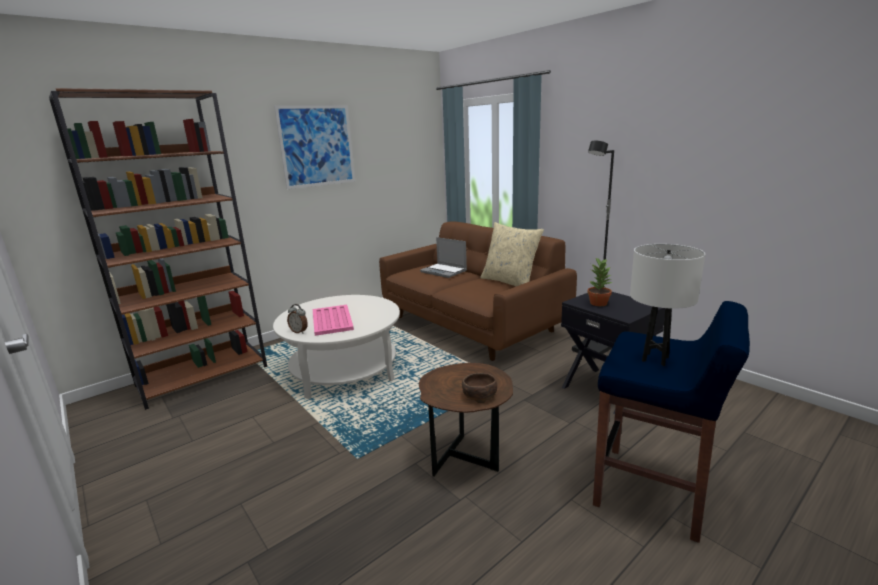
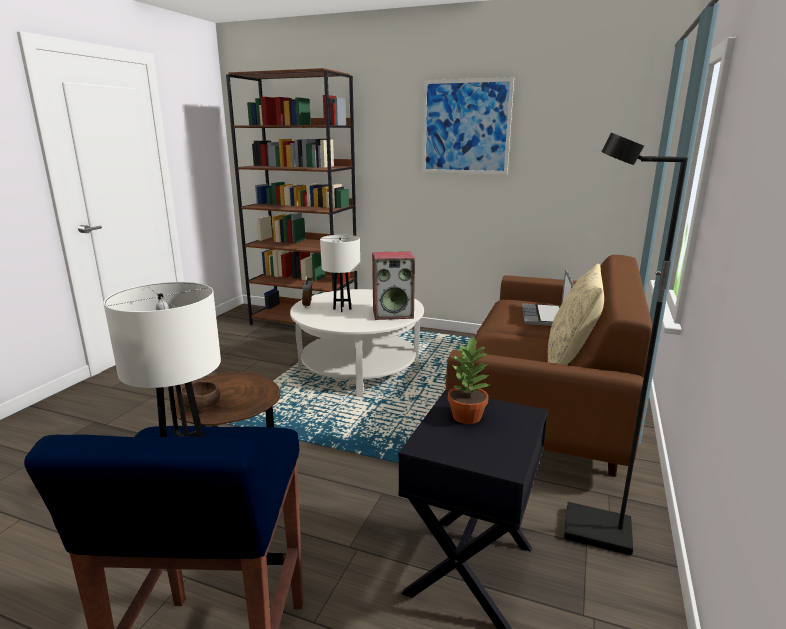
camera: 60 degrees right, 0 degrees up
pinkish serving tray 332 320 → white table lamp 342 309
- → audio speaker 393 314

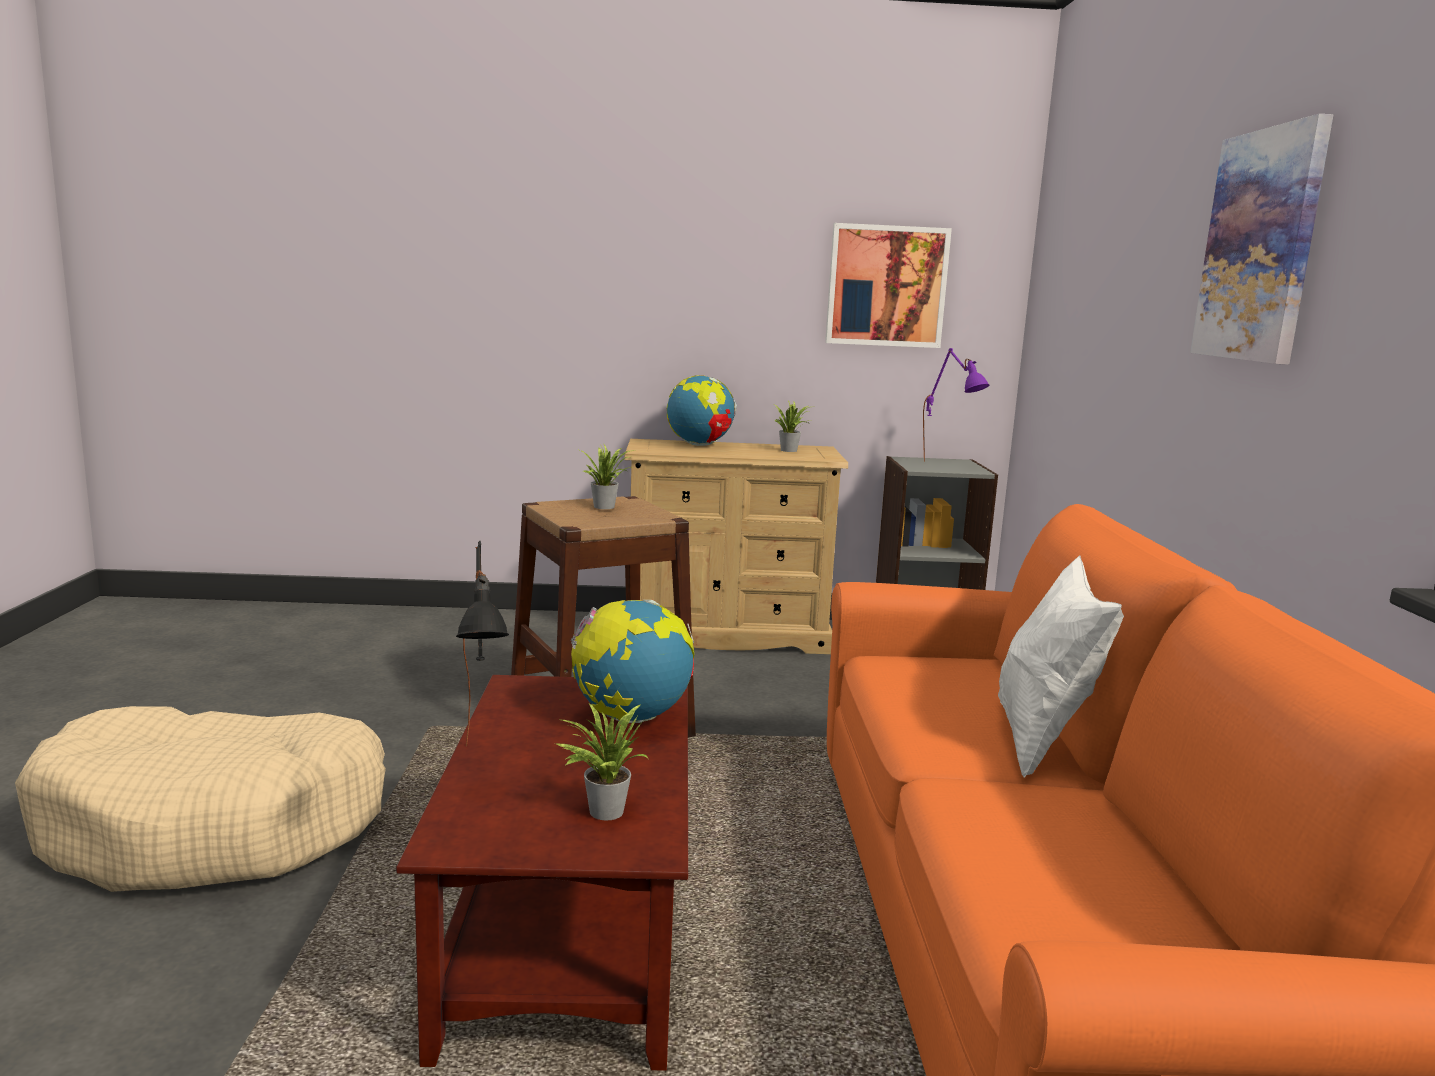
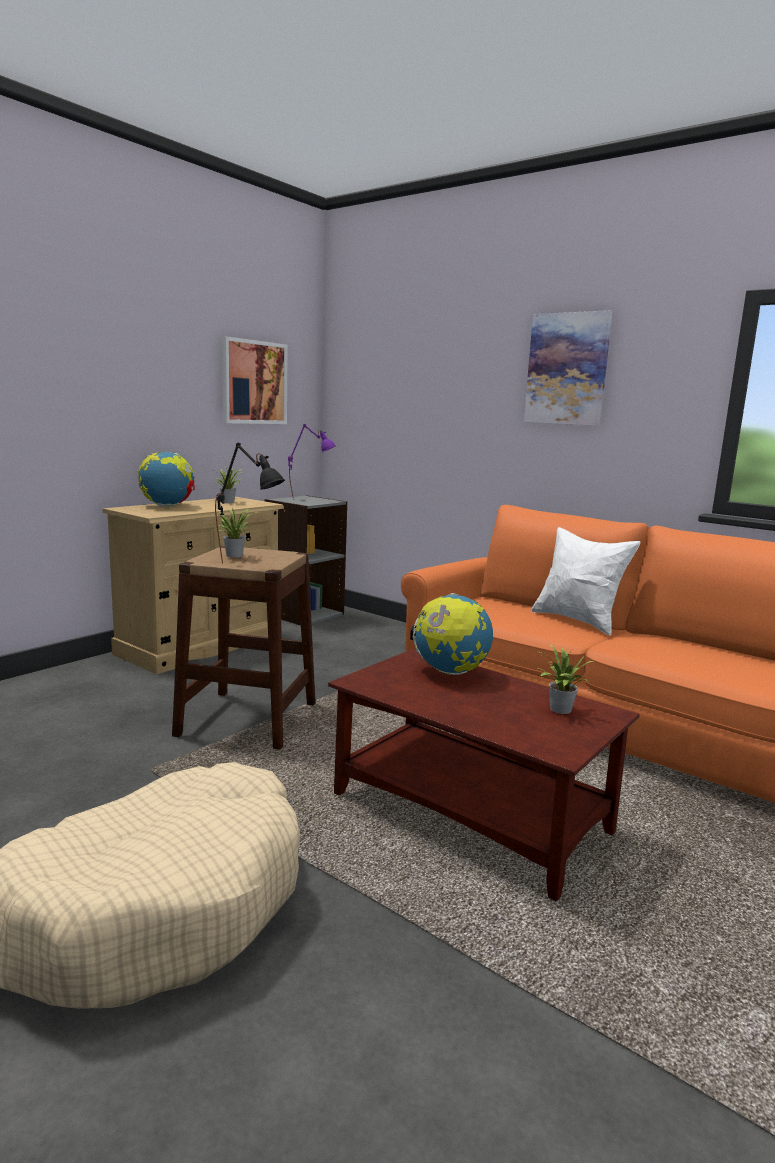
camera: 50 degrees left, 0 degrees up
black table lamp 484 766 → black table lamp 249 565, shifted

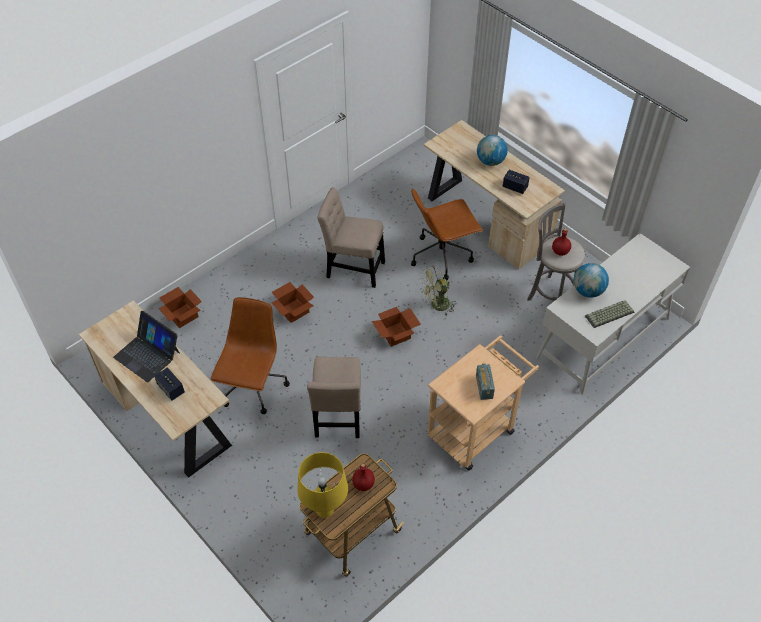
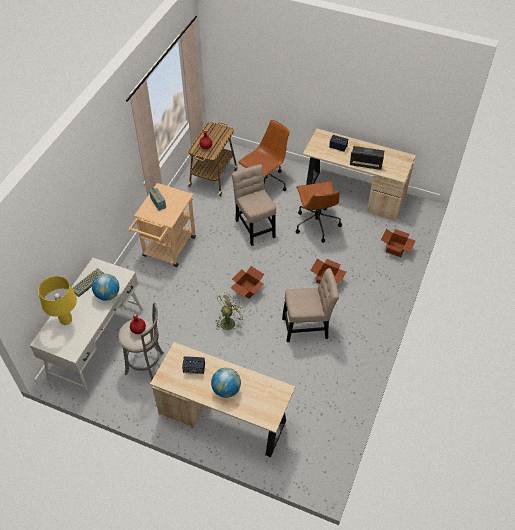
camera: 155 degrees right, 0 degrees up
yellow table lamp 324 511 → yellow table lamp 66 320, shifted
brown office chair 442 255 → brown office chair 265 184, shifted

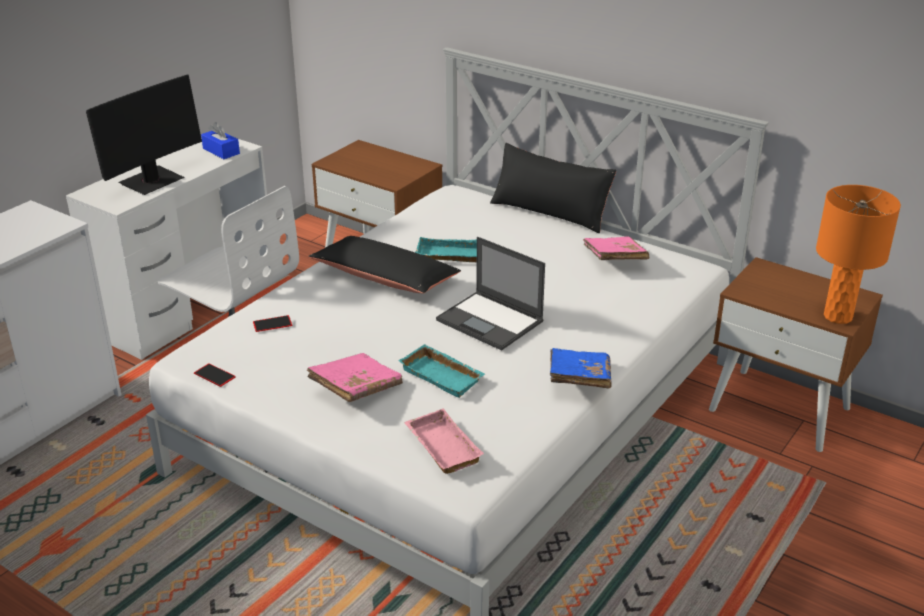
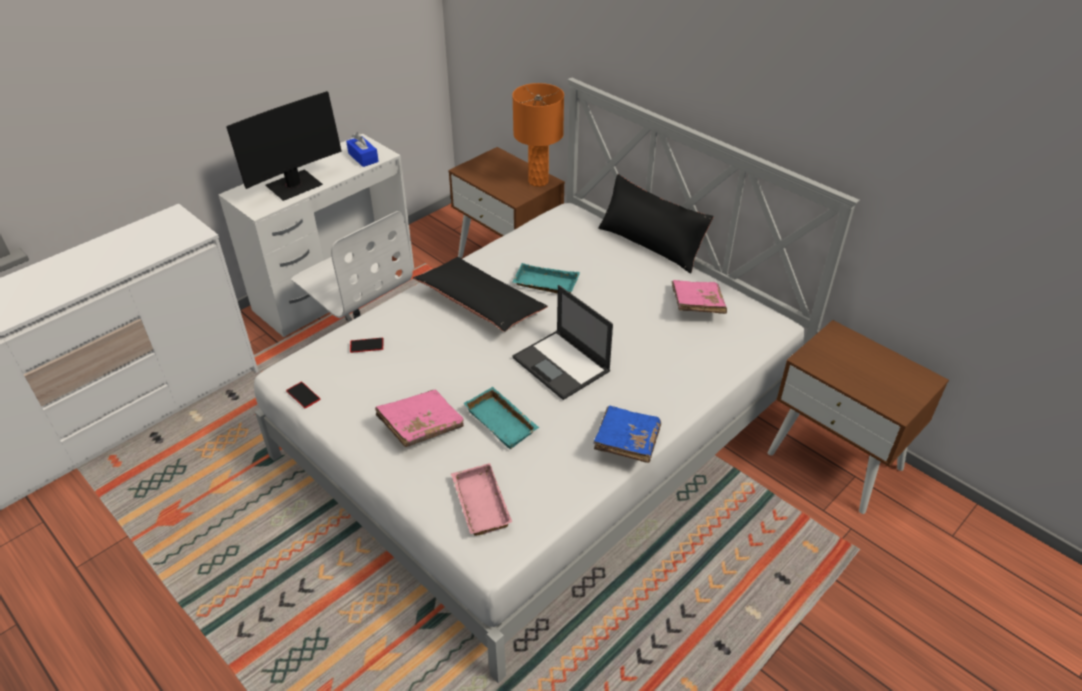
camera: 10 degrees right, 10 degrees up
orangey table lamp 837 316 → orangey table lamp 538 181, shifted

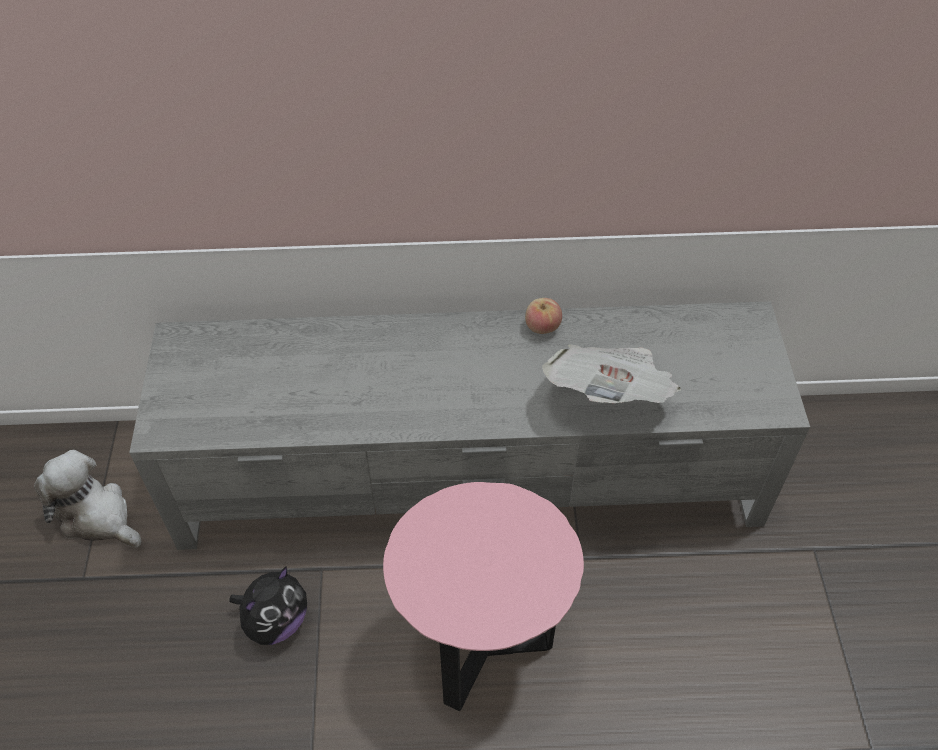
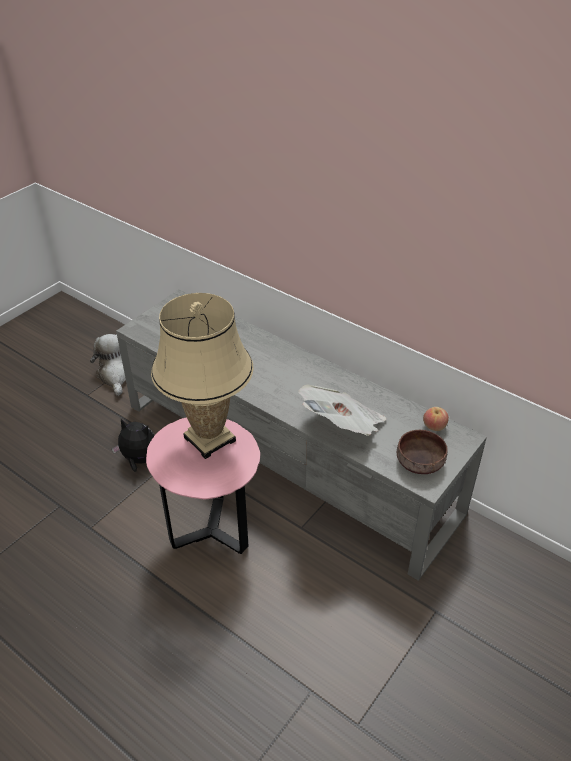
camera: 40 degrees right, 10 degrees down
cuddly toy 276 621 → cuddly toy 139 460, 150 degrees counterclockwise
apple 542 327 → apple 434 426, shifted
- → beige table lamp 210 439
- → brown bowl 420 461

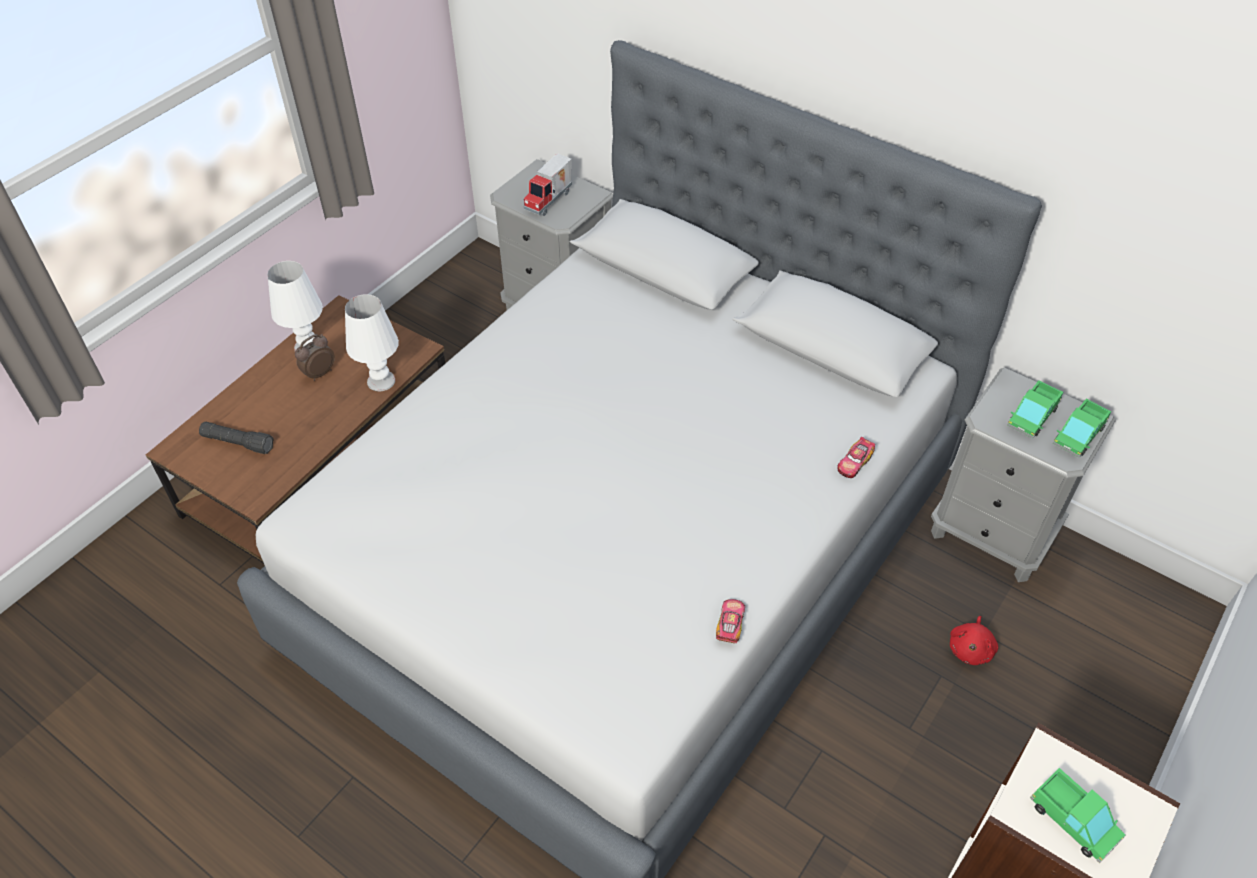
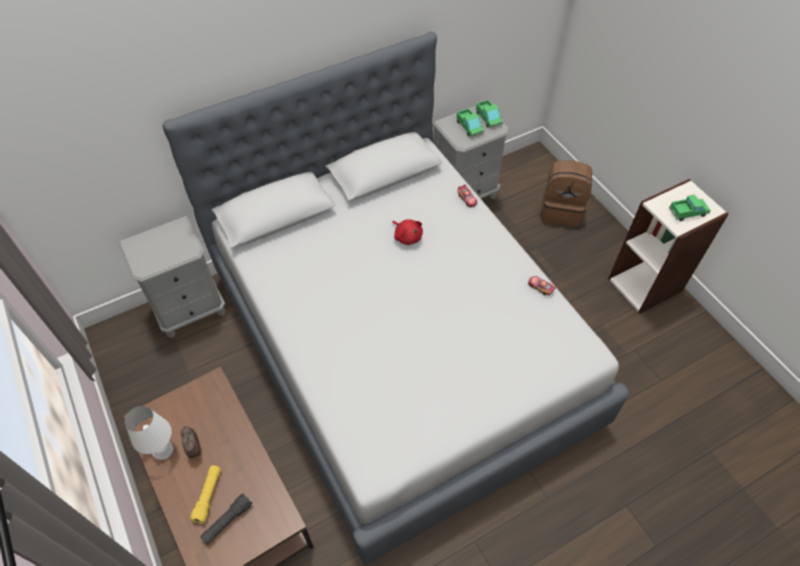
camera: 65 degrees left, 5 degrees up
white table lamp 381 381 → -
model truck 550 201 → -
red cuddly toy 970 648 → red cuddly toy 407 236, shifted
- → yellow hand torch 208 496
- → brown knapsack 561 210

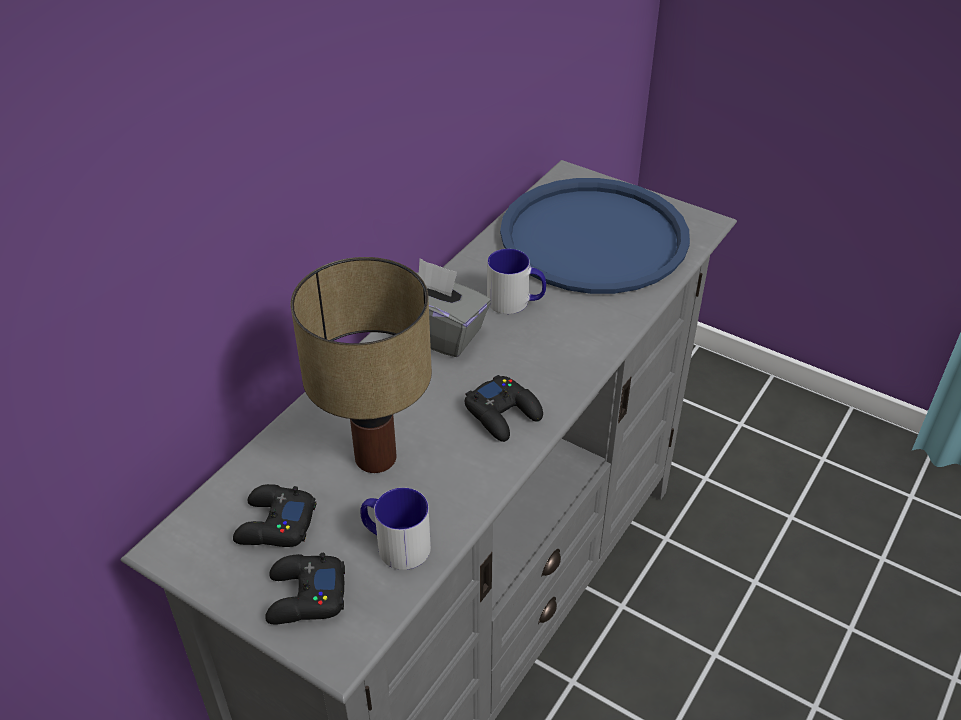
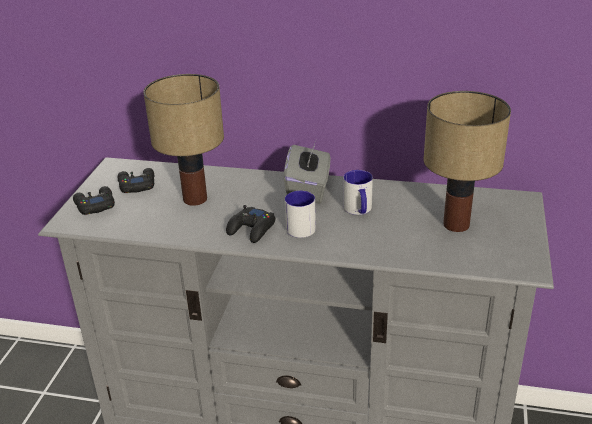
camera: 70 degrees right, 10 degrees down
mug 395 544 → mug 301 225, shifted
blue serving tray 593 237 → table lamp 457 224

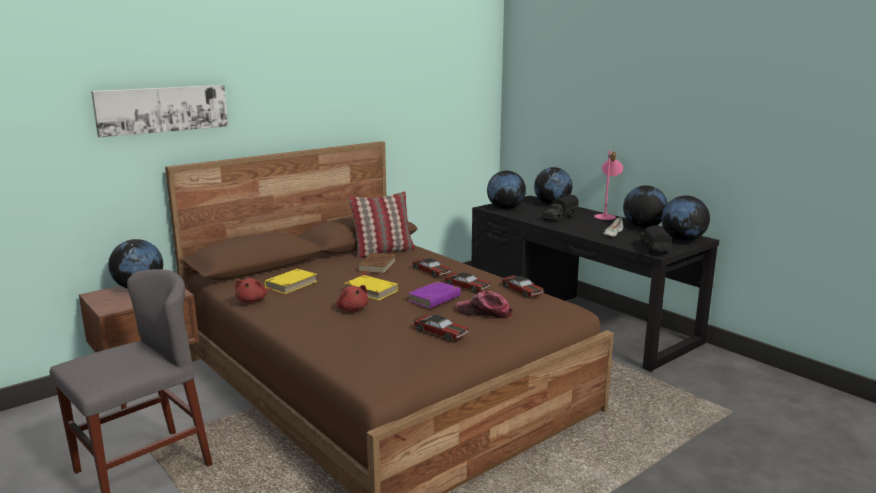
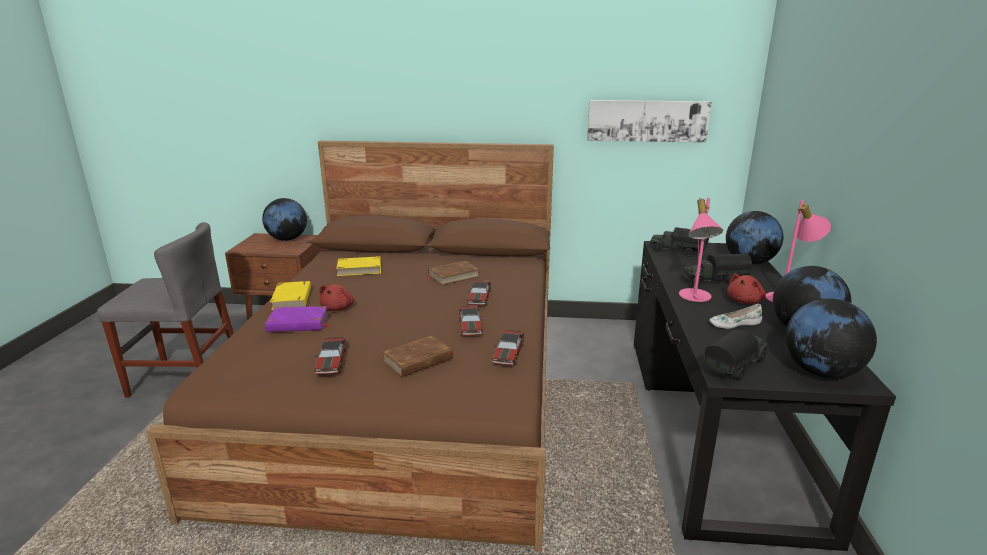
camera: 45 degrees right, 5 degrees up
wall art 162 109 → wall art 647 120, shifted
red cuddly toy 252 300 → red cuddly toy 745 301, shifted
yellow book 371 291 → yellow book 292 299, shifted
pillow 383 252 → -
purplish book 434 298 → purplish book 298 323, shifted
cap 484 312 → brown book 418 360
desk globe 505 208 → model truck 676 252
- → pinkish table lamp 694 297

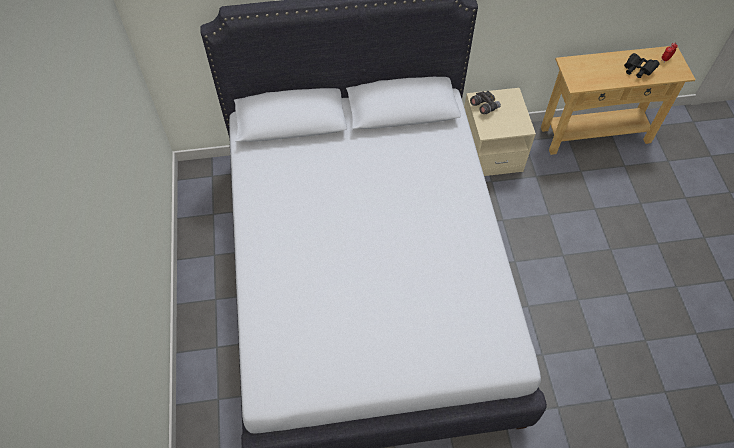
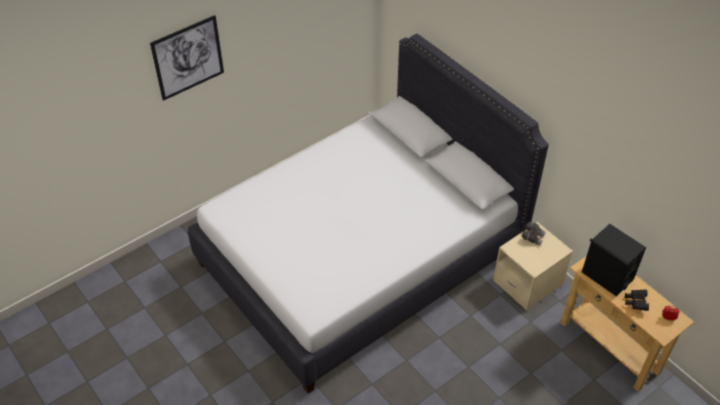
camera: 60 degrees right, 10 degrees down
- → wall art 188 58
- → black audio speaker 607 276

